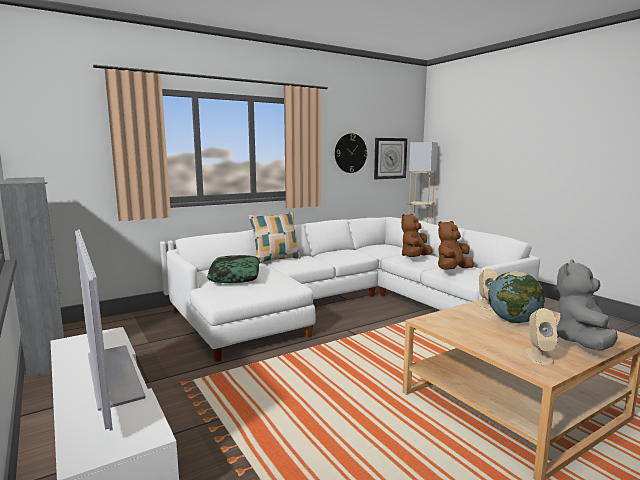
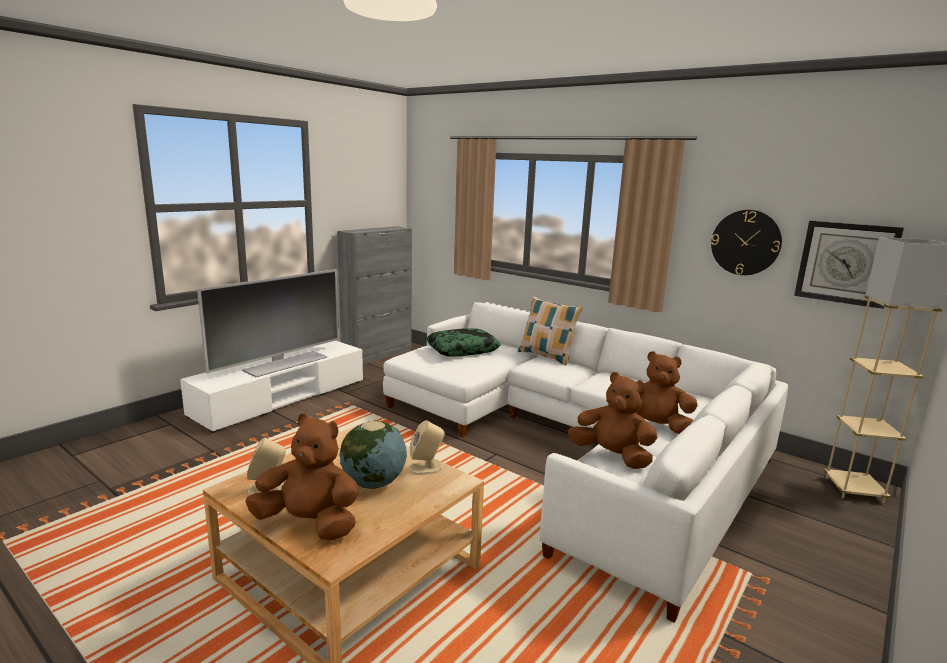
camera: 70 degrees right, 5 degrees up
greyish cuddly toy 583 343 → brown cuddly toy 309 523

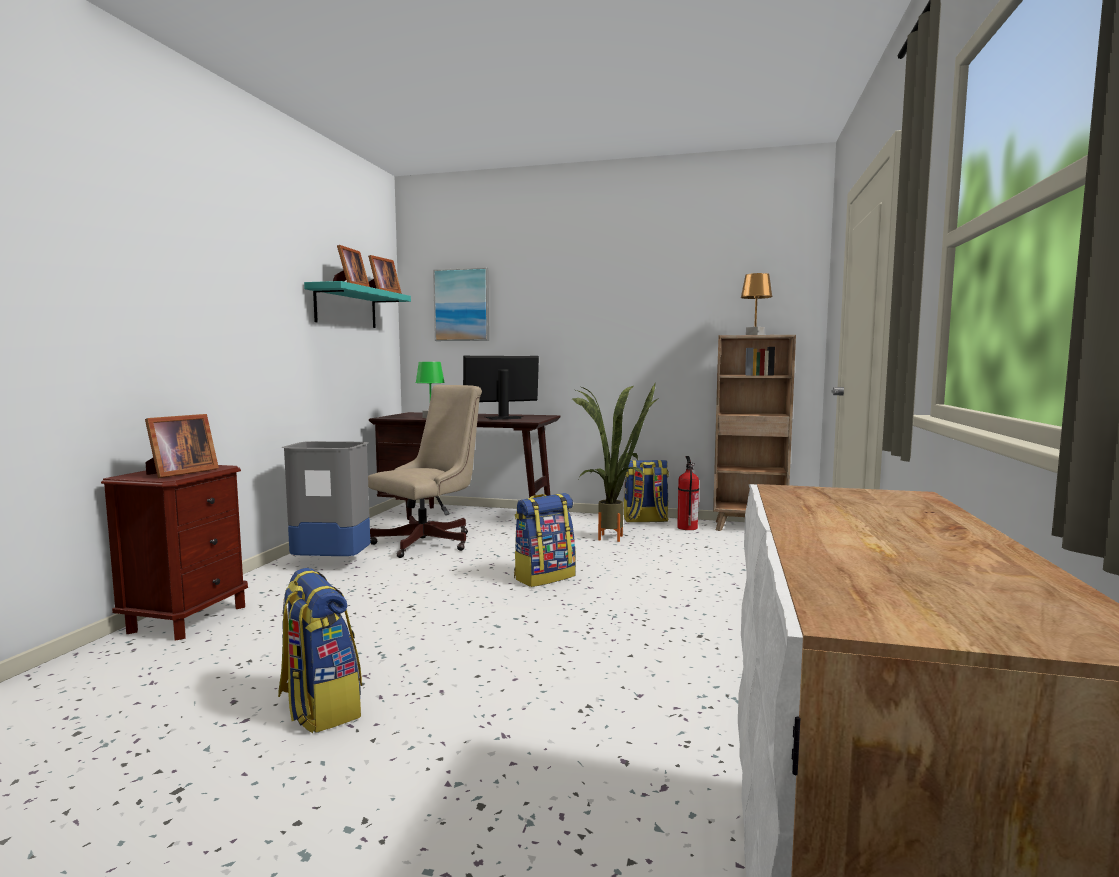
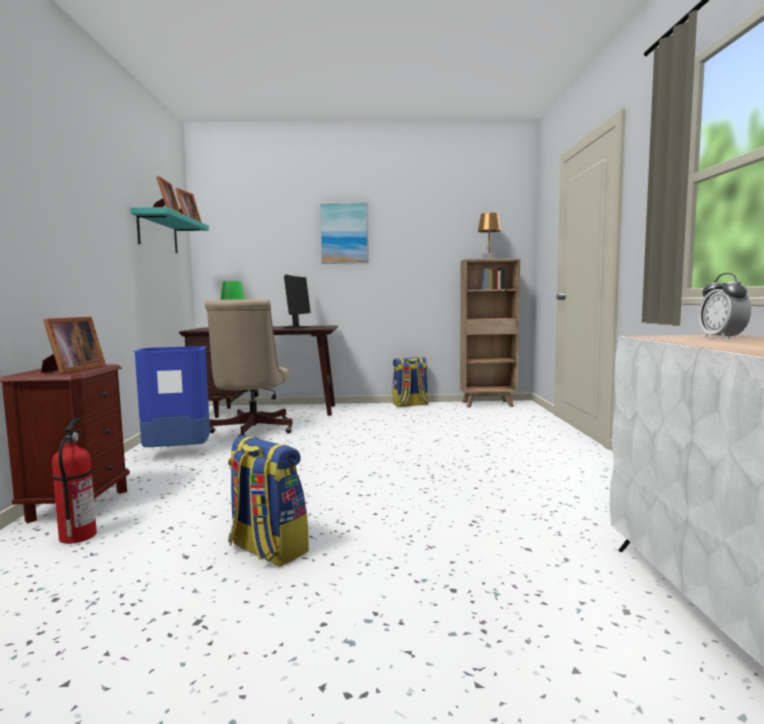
camera: 15 degrees left, 0 degrees up
greyish rubbish bin 332 564 → blue rubbish bin 178 454
beige office chair 430 542 → beige office chair 251 431, 150 degrees clockwise
wall art 462 305 → wall art 344 233, shifted
computer screen 503 418 → computer screen 296 327, 135 degrees clockwise
knapsack 544 577 → -
plant in a pot 614 536 → -
fire extinguisher 687 527 → fire extinguisher 77 535, shifted
- → table clock 722 338

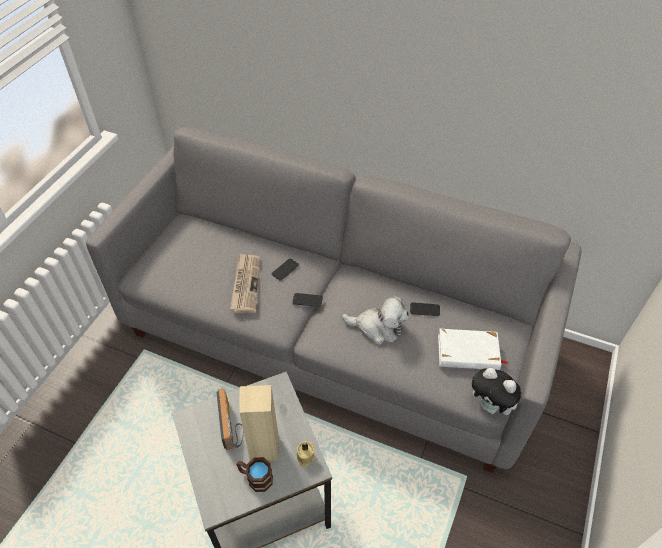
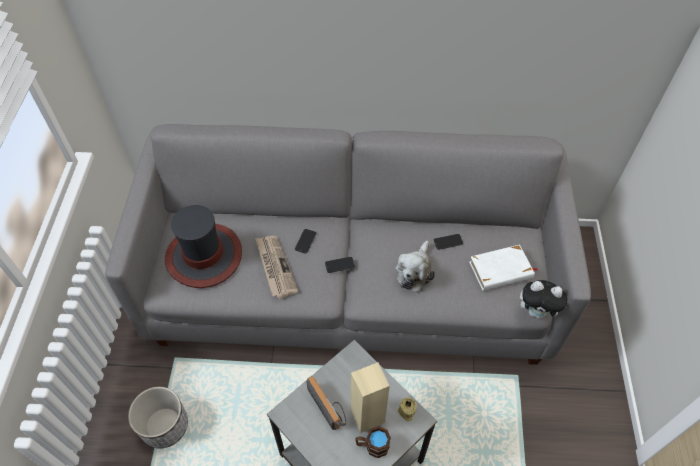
camera: 20 degrees left, 5 degrees up
cuddly toy 378 327 → cuddly toy 414 271, 120 degrees clockwise
- → flower pot 164 426
- → clothing hat 204 256

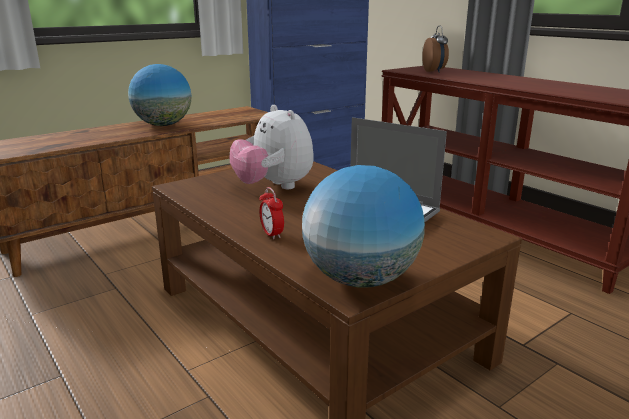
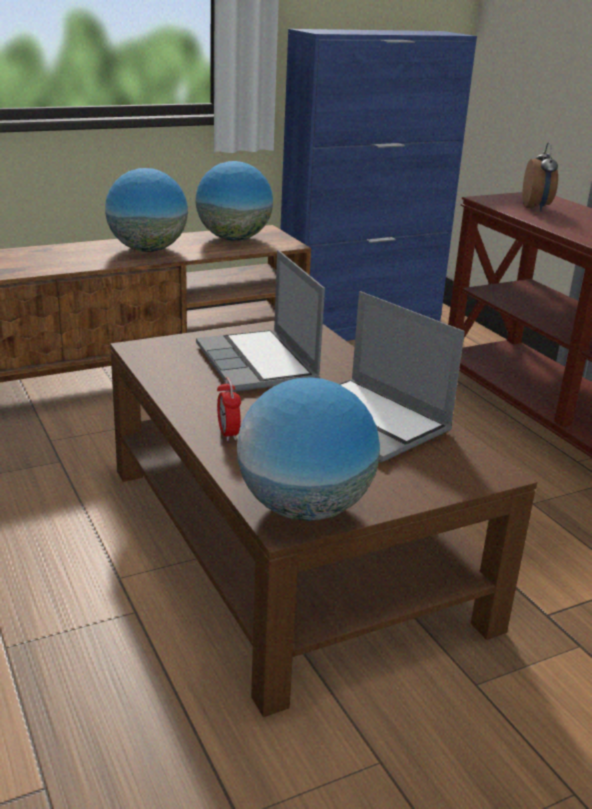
camera: 10 degrees right, 5 degrees up
cuddly toy 273 187 → laptop 259 364
- → desk globe 233 239

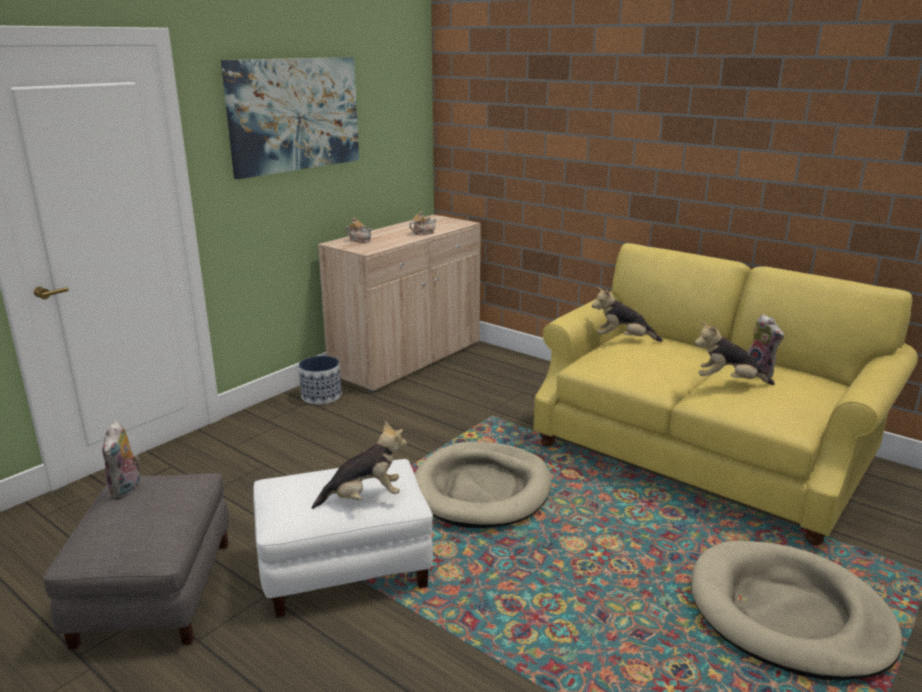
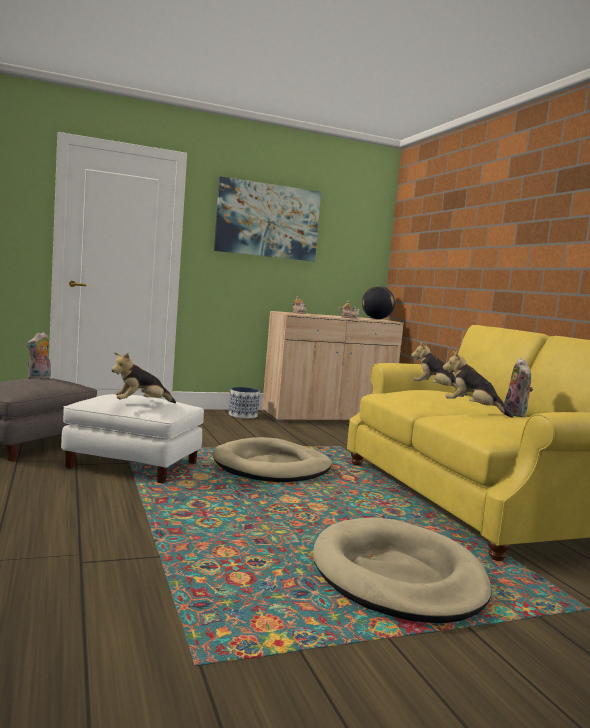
camera: 30 degrees right, 15 degrees down
cuddly toy 364 498 → cuddly toy 141 404, 135 degrees clockwise
- → desk globe 376 319

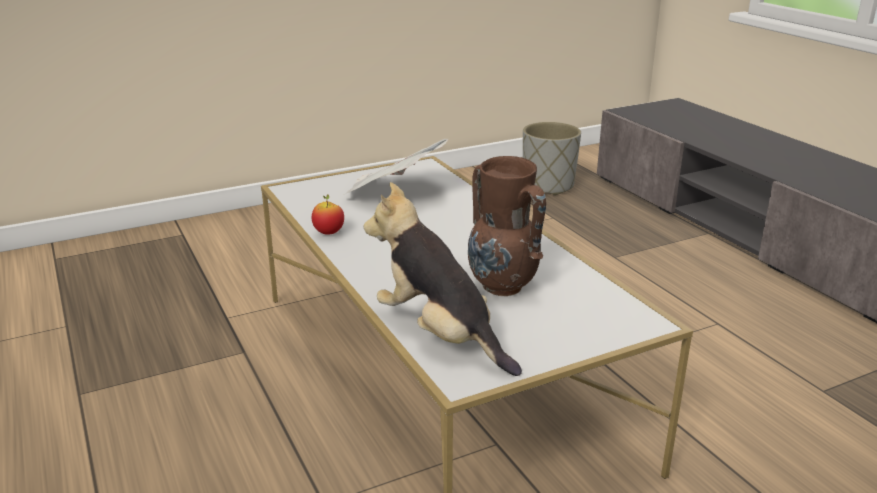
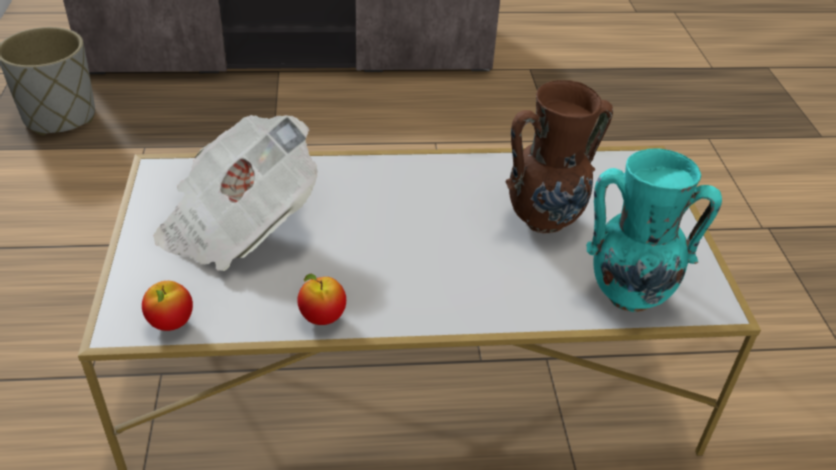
camera: 70 degrees left, 15 degrees up
cuddly toy 440 335 → turquoise-coloured vase 627 294
- → apple 171 323

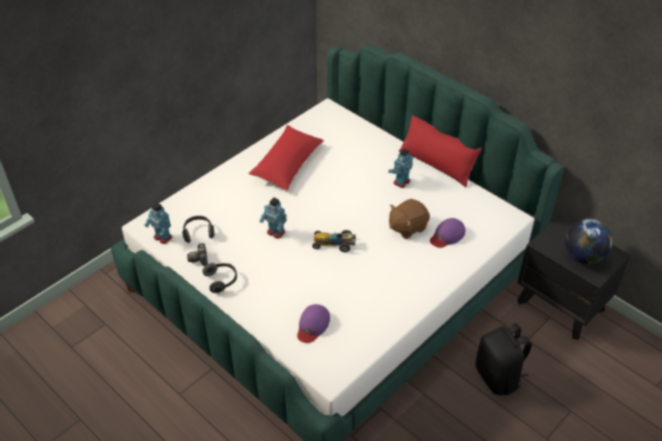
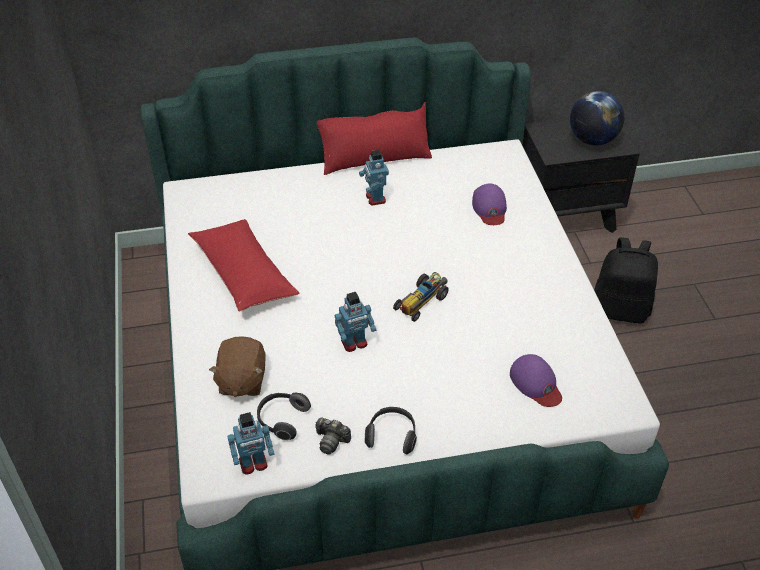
camera: 55 degrees left, 0 degrees up
brown cuddly toy 407 227 → brown cuddly toy 241 380, shifted

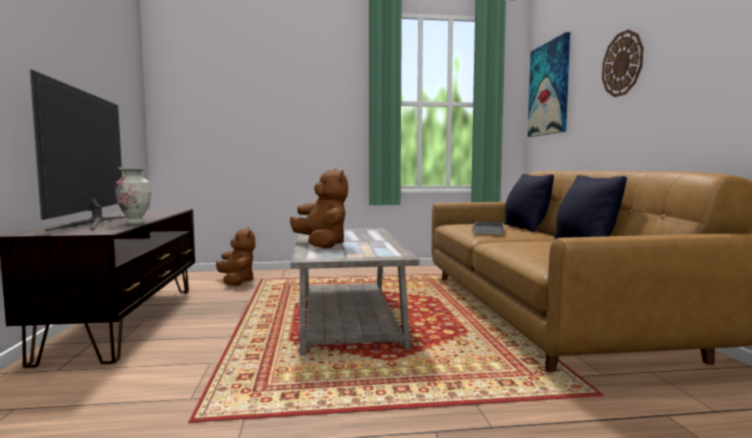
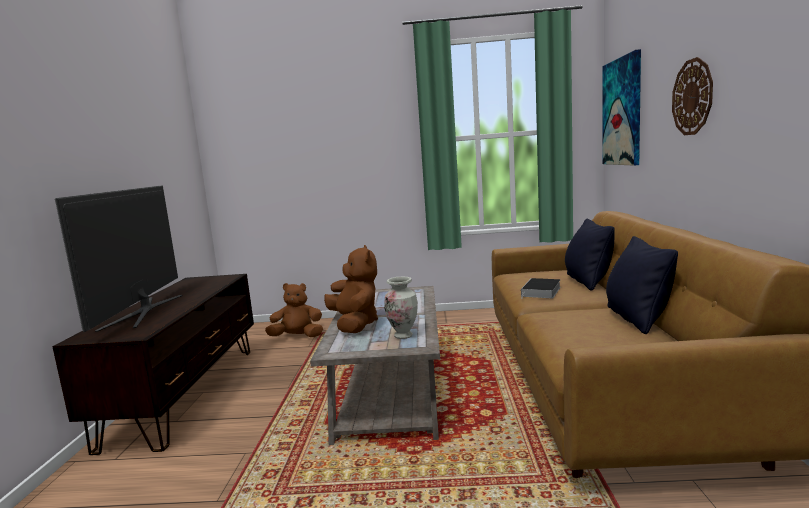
camera: 10 degrees right, 5 degrees up
vase 135 223 → vase 403 336, shifted
brown cuddly toy 236 282 → brown cuddly toy 297 337, 75 degrees counterclockwise

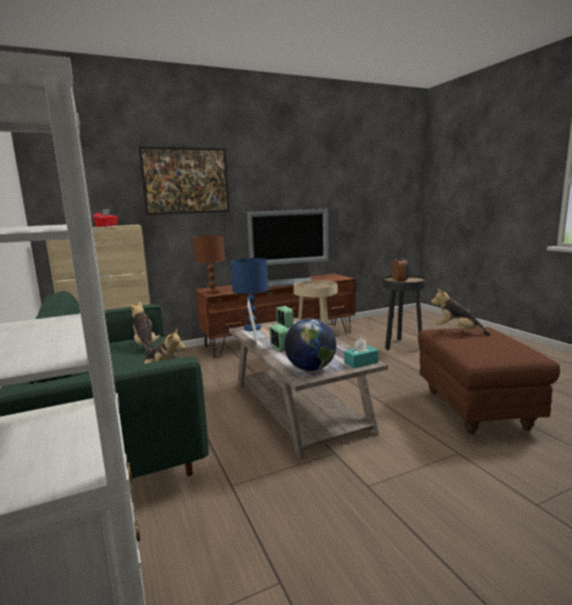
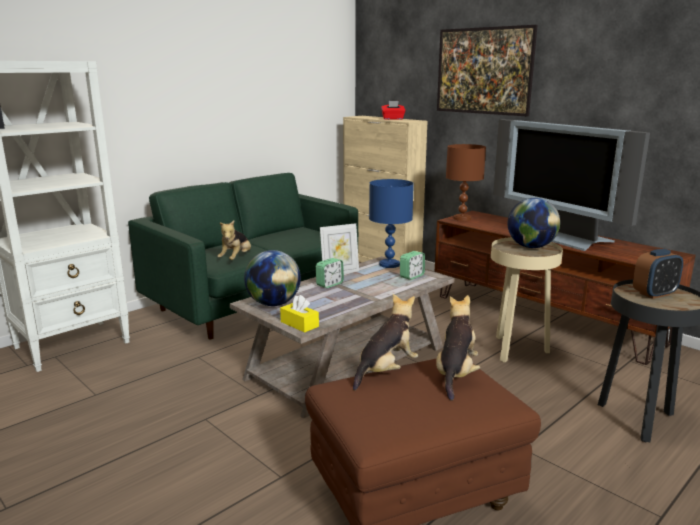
camera: 70 degrees right, 5 degrees up
cuddly toy 145 346 → cuddly toy 386 370, shifted
turquoise-coloured box of tissues 361 363 → yellow box of tissues 299 324
- → desk globe 531 247

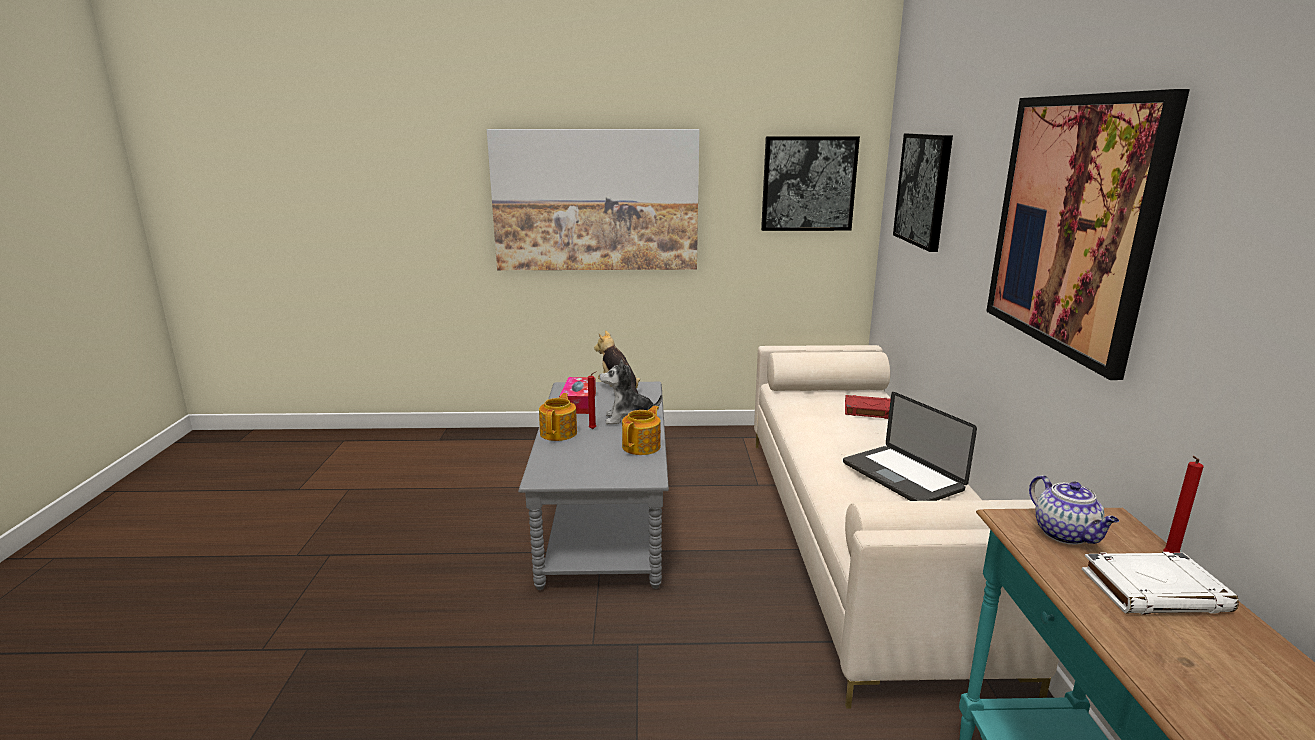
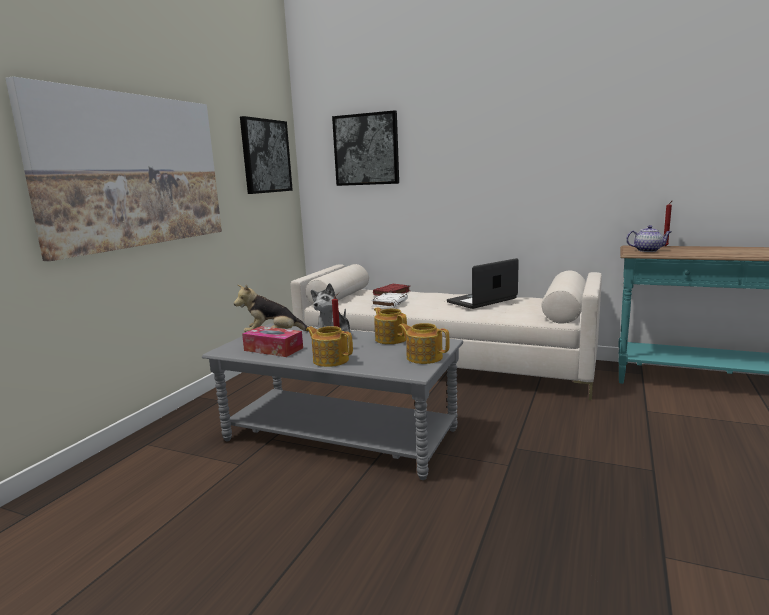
camera: 65 degrees left, 5 degrees down
laptop 902 476 → laptop 482 300, 150 degrees clockwise
wall art 1072 224 → -
white book 1155 591 → white book 390 303, shifted
- → tea pot 424 357

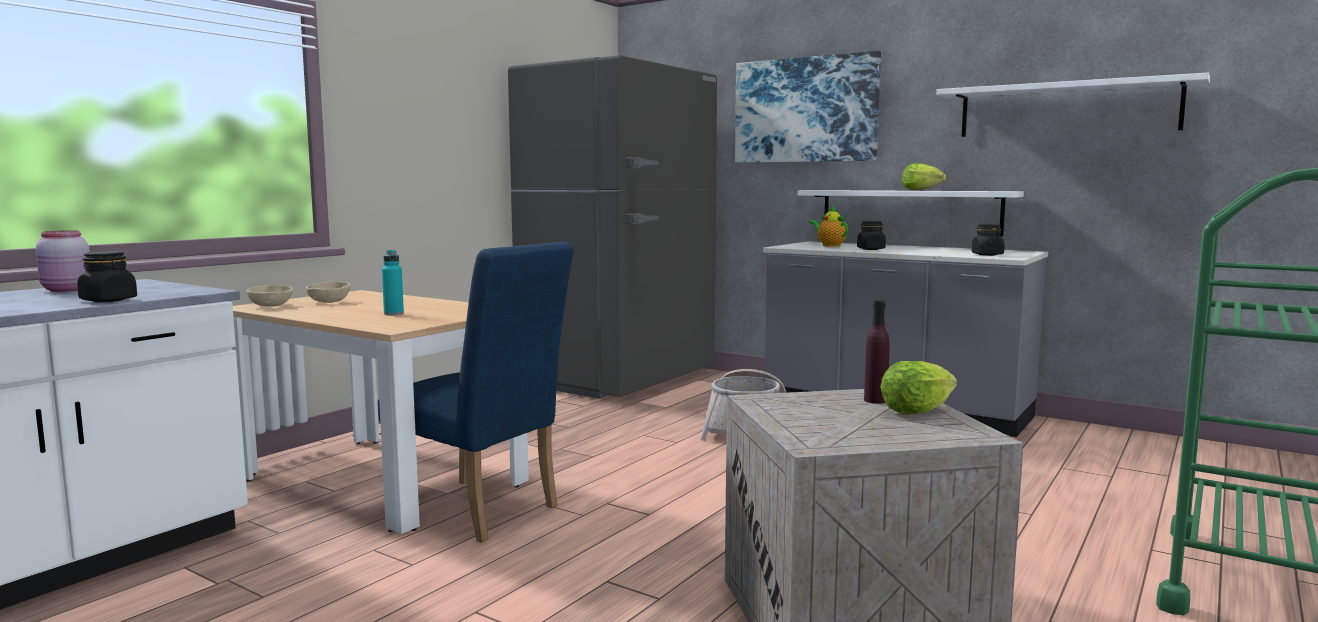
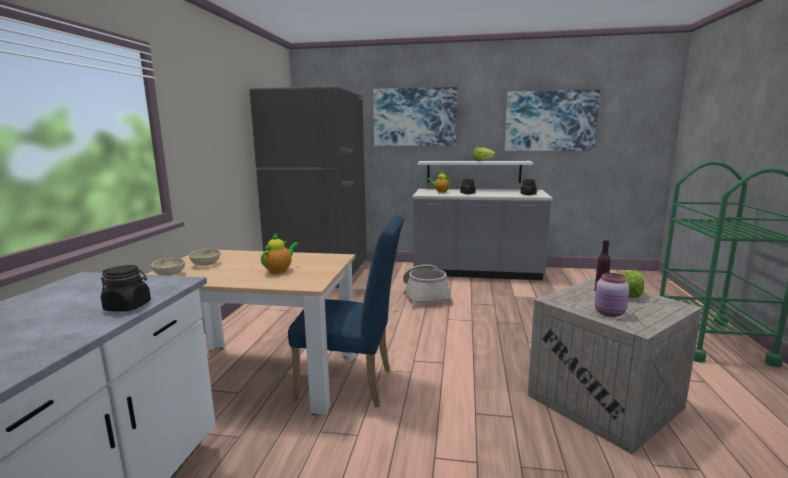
camera: 25 degrees left, 5 degrees up
pinkish preserve jar 65 290 → pinkish preserve jar 610 313, shifted
turquoise-coloured drink bottle 393 314 → tea pot 279 270
white wall shelf 1066 109 → wall art 550 121

